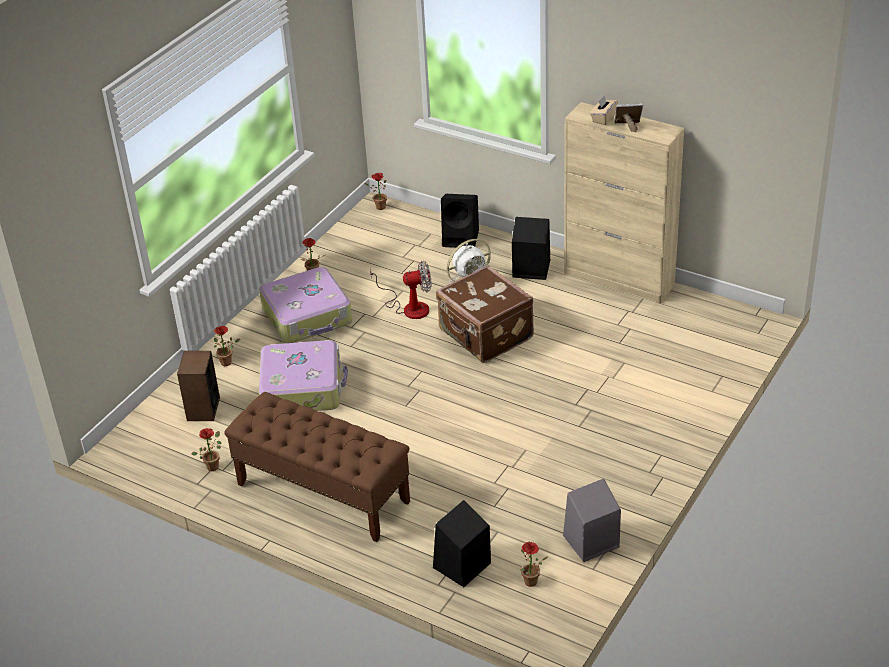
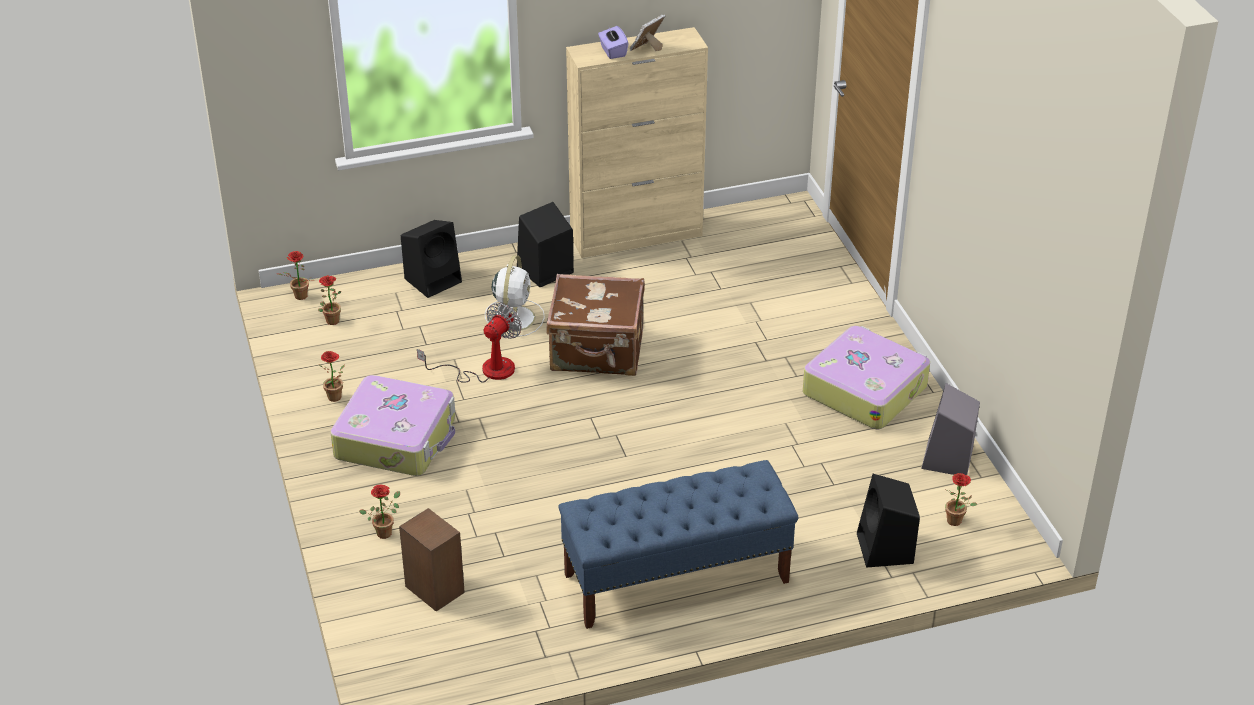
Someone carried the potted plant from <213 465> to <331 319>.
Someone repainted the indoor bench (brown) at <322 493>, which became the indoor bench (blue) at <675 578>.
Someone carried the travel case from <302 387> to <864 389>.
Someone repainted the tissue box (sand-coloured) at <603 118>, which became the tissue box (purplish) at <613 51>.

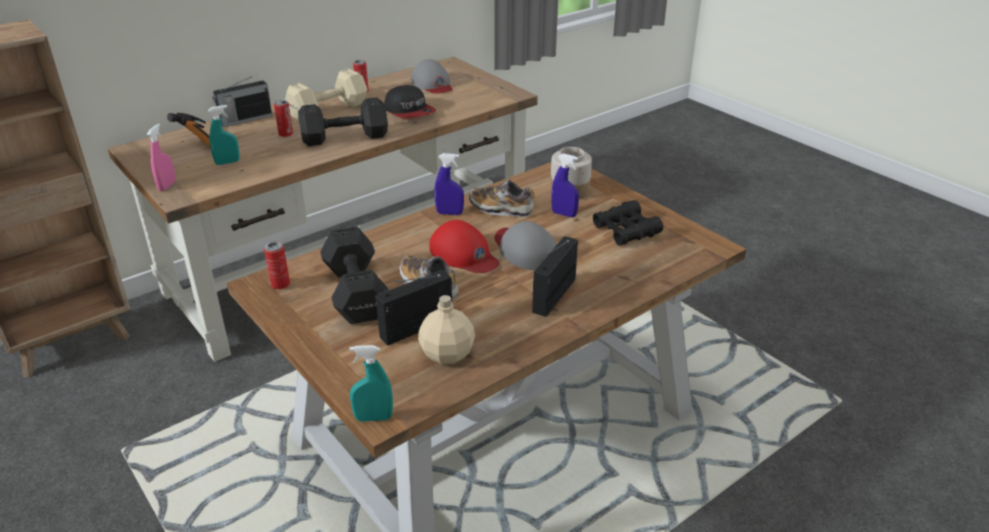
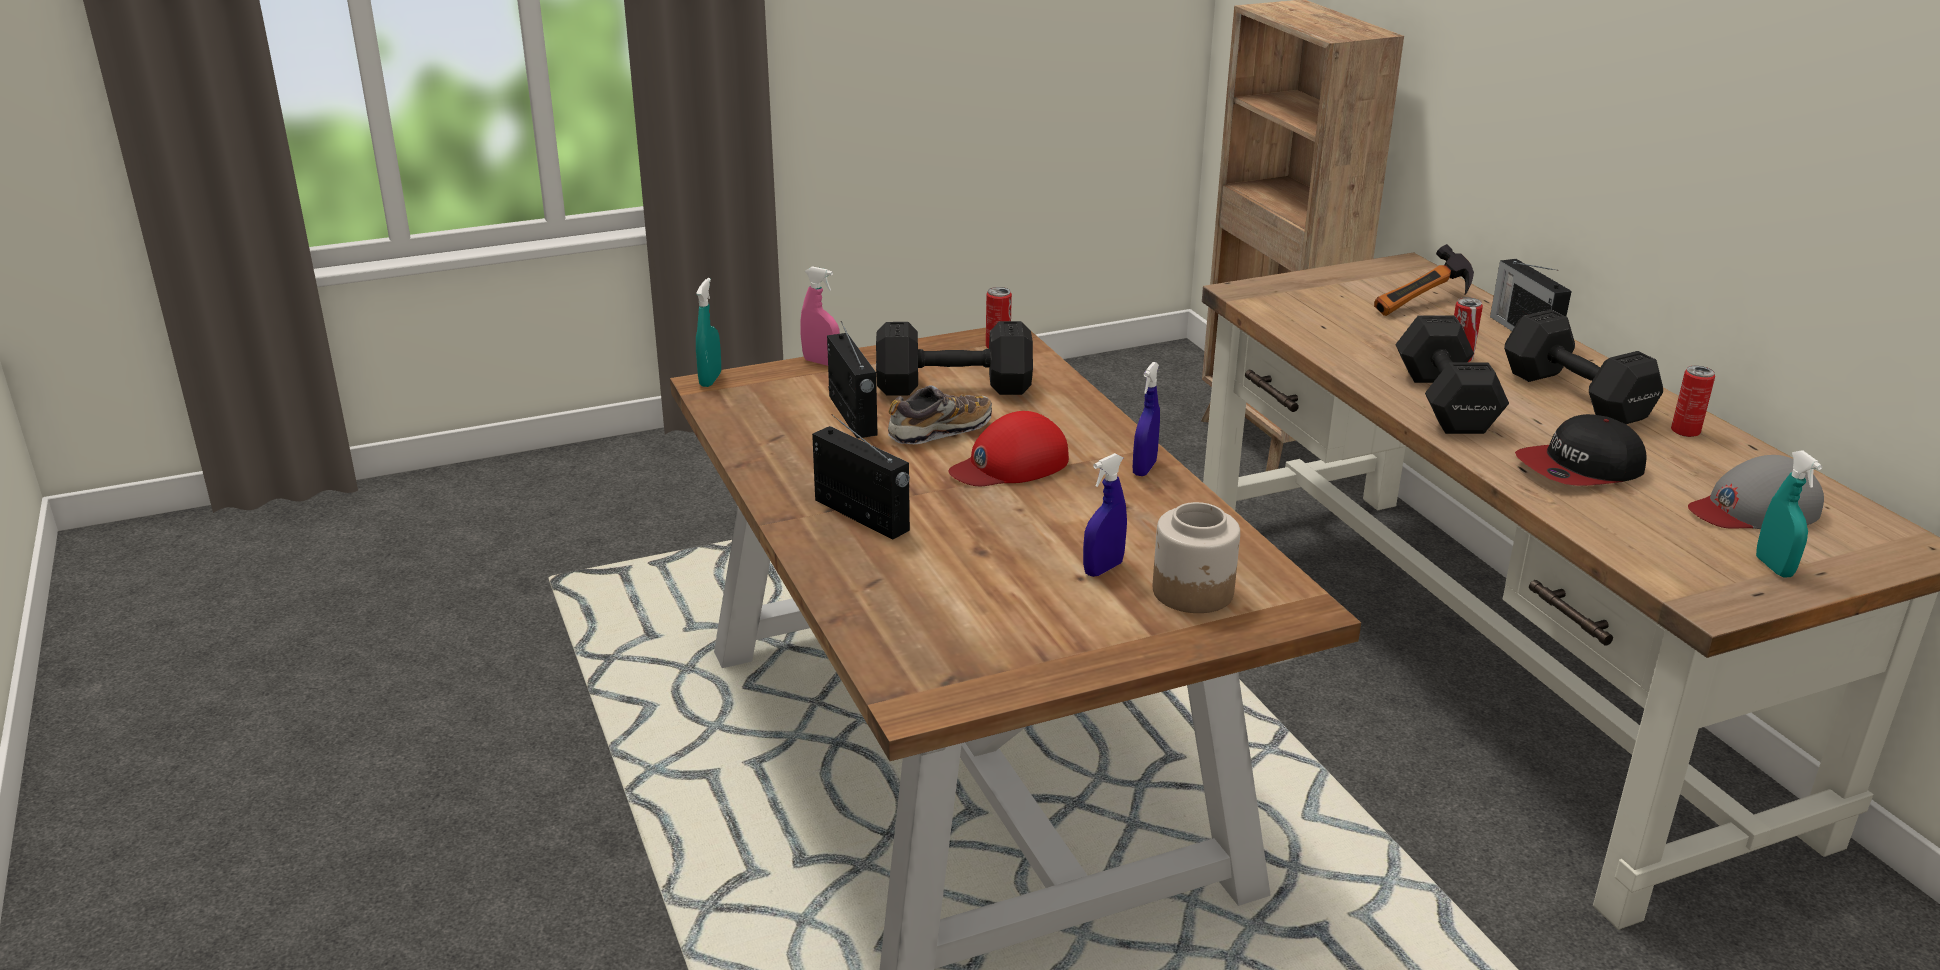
Someone carried the sprayer (pinkish) from <167 186> to <821 362>.
Someone carried the sprayer (blue-green) from <227 162> to <1774 567>.
Someone repainted the free weight (sand-coloured) at <326 110>, which became the free weight (black-coloured) at <1573 394>.
Someone took away the drink bottle (sand-coloured) at <447 353>.
Someone took away the item of footwear at <501 209>.
Someone took away the cap (grey) at <524 250>.
Someone took away the binoculars (black-coloured) at <626 230>.

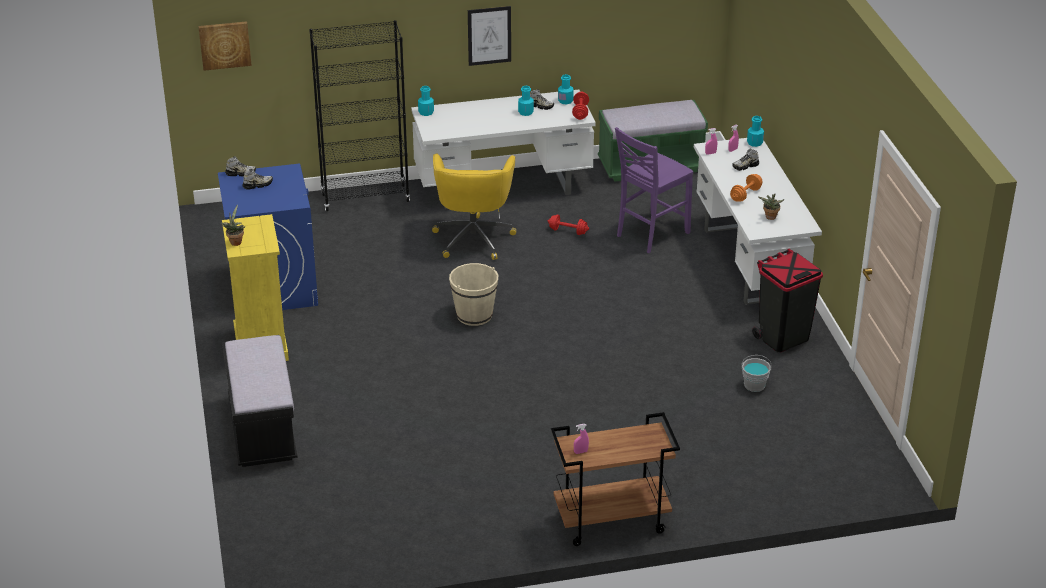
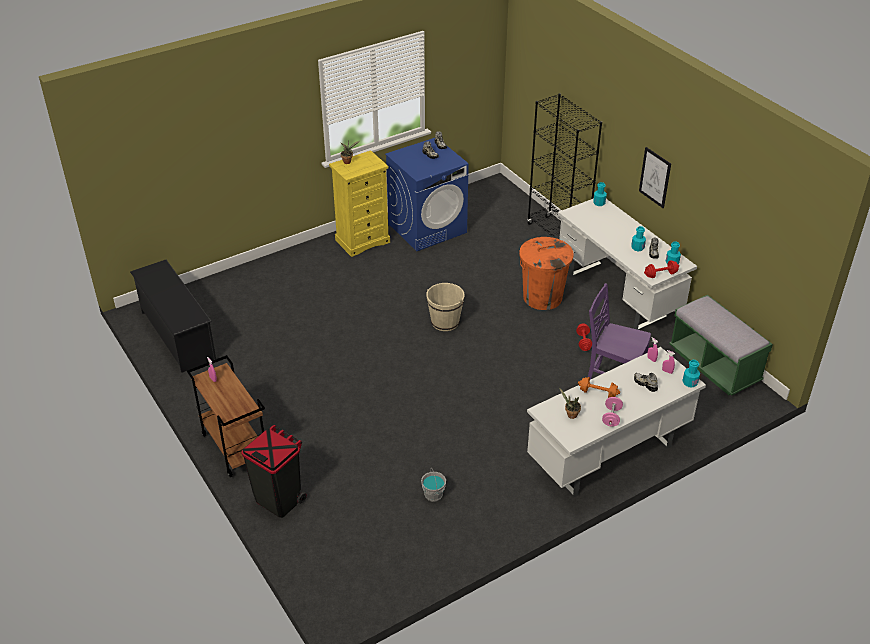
Someone took away the wall picture at <225 45>.
Someone took away the indoor bench (black-coloured) at <262 430>.
Someone swapped the office chair (yellow) at <473 237> for the rubbish bin (orangey) at <542 297>.
Someone carried the rubbish bin (black-coloured) from <782 337> to <279 499>.
Someone put down the shoe shelf (black-coloured) at <177 335>.
Someone put down the free weight (pinkish) at <611 417>.

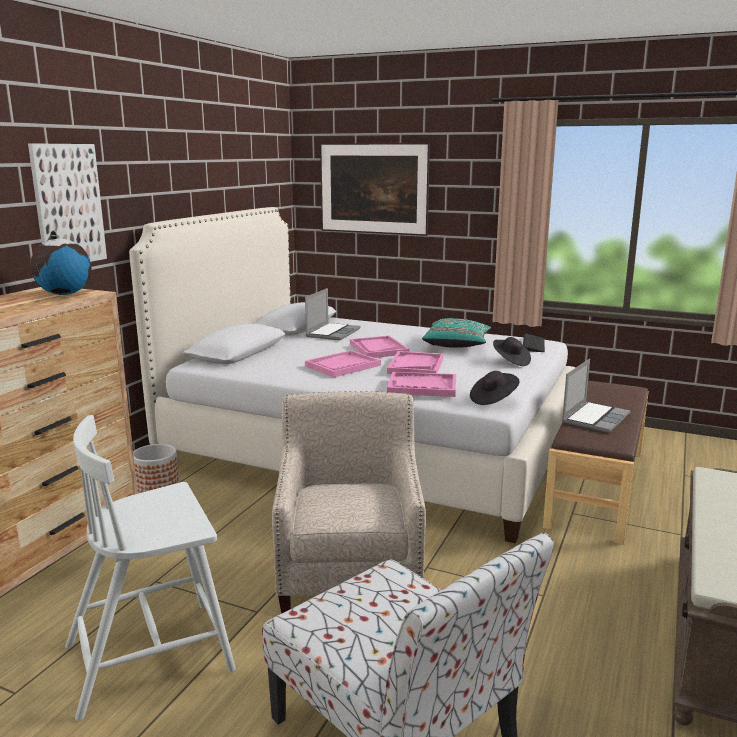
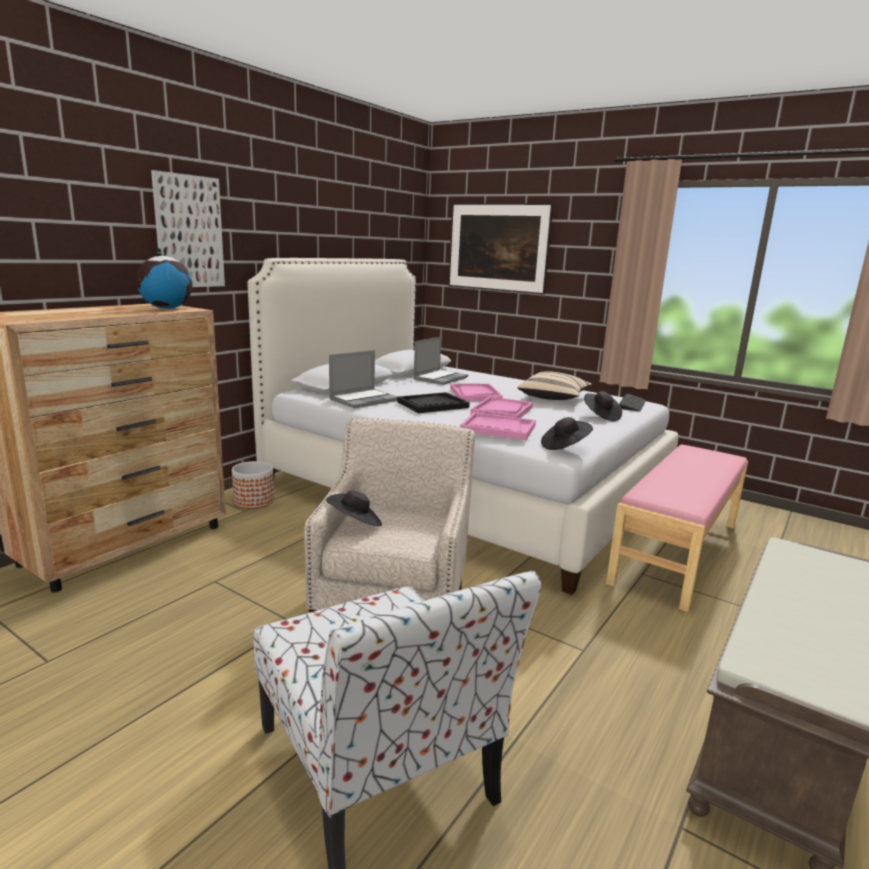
Someone took away the upright chair (whitish) at <152 656>.
Someone repainted the serving tray (pinkish) at <342 366>, which became the serving tray (black-coloured) at <432 405>.
Someone repainted the cushion (blue-green) at <457 345>, which became the cushion (sand-coloured) at <554 398>.
Someone repainted the indoor bench (brown) at <595 487>, which became the indoor bench (pinkish) at <675 552>.
Someone carried the laptop from <595 418> to <364 400>.
Someone put down the clothing hat (black-coloured) at <355 523>.

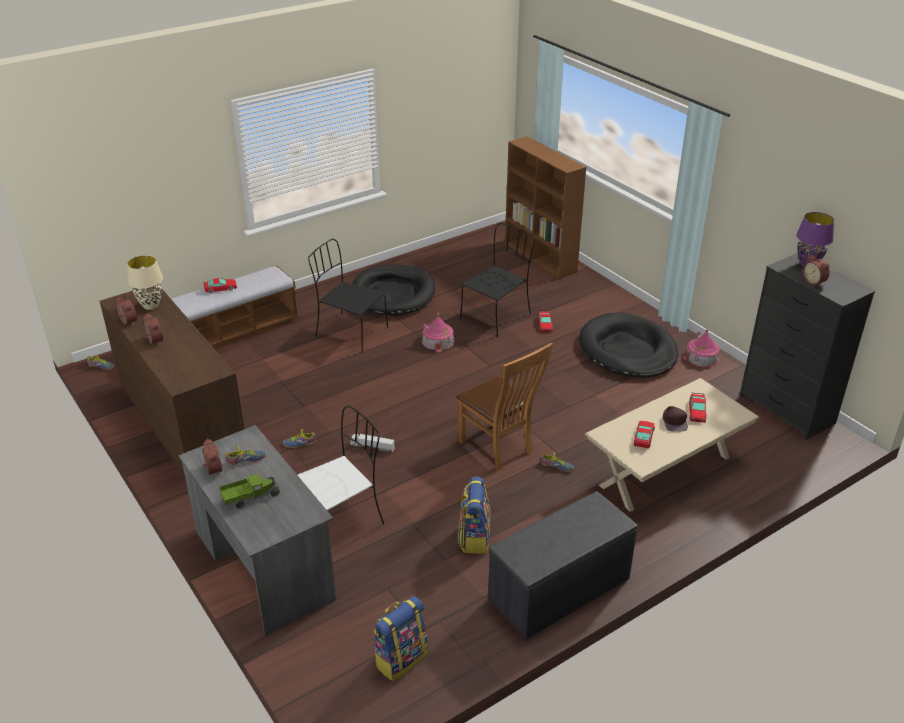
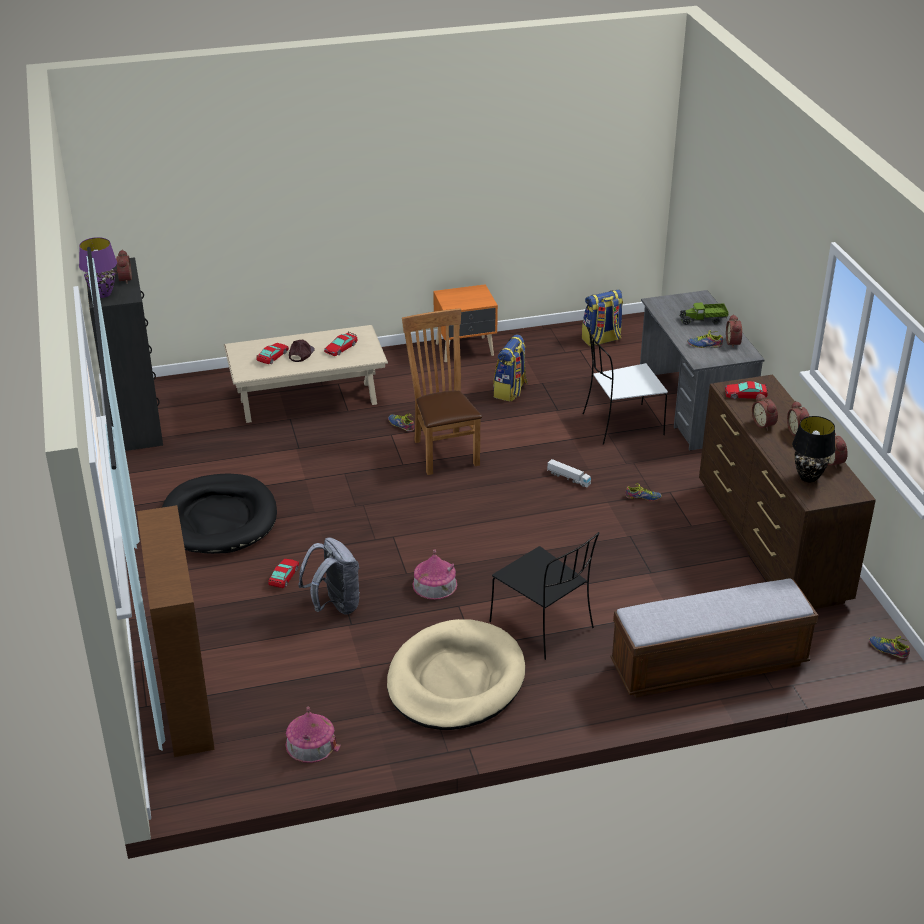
Someone repainted the lamp for a table (sand-coloured) at <151 306>, which became the lamp for a table (black-coloured) at <808 477>.
Someone carried the model car from <220 288> to <745 395>.
Someone repainted the dog bed (black-coloured) at <393 294>, which became the dog bed (sand-coloured) at <455 680>.
Someone swapped the upright chair (black-coloured) at <496 315> for the knapsack (grey) at <334 605>.
Someone swapped the indoor bench (grey) at <559 590> for the nightstand (orangey) at <465 350>.
Someone carried the model house from <702 357> to <311 743>.
Someone put down the alarm clock at <764 424>.

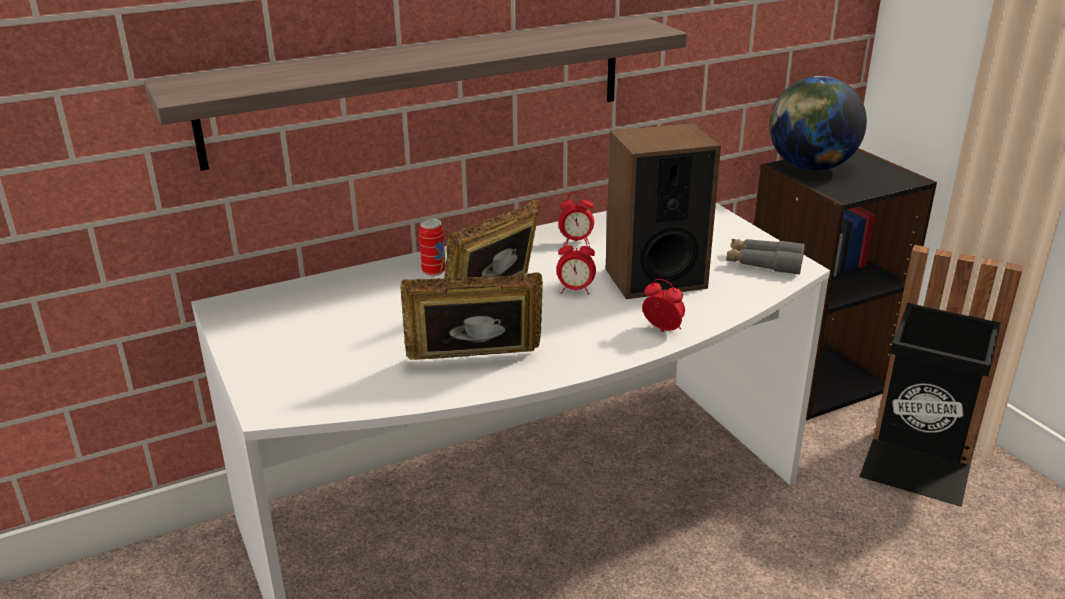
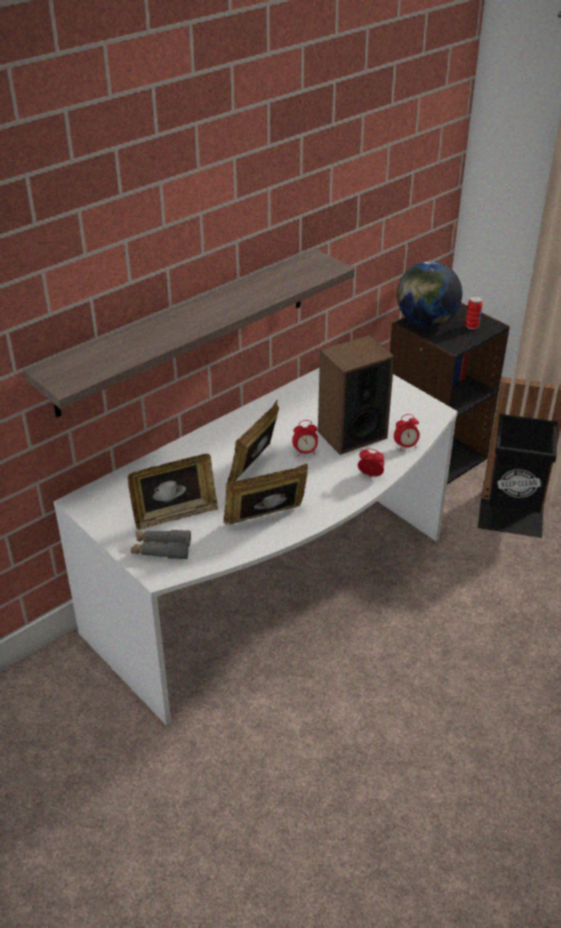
Someone carried the sealed can from <433 272> to <472 326>.
Someone carried the alarm clock from <576 241> to <406 446>.
Someone carried the binoculars (grey) from <764 263> to <161 549>.
Someone put down the photo frame at <175 515>.

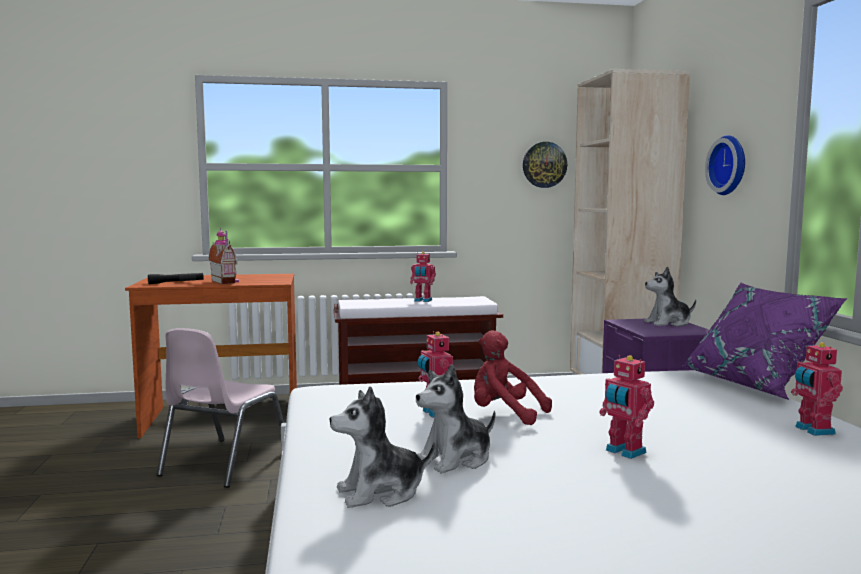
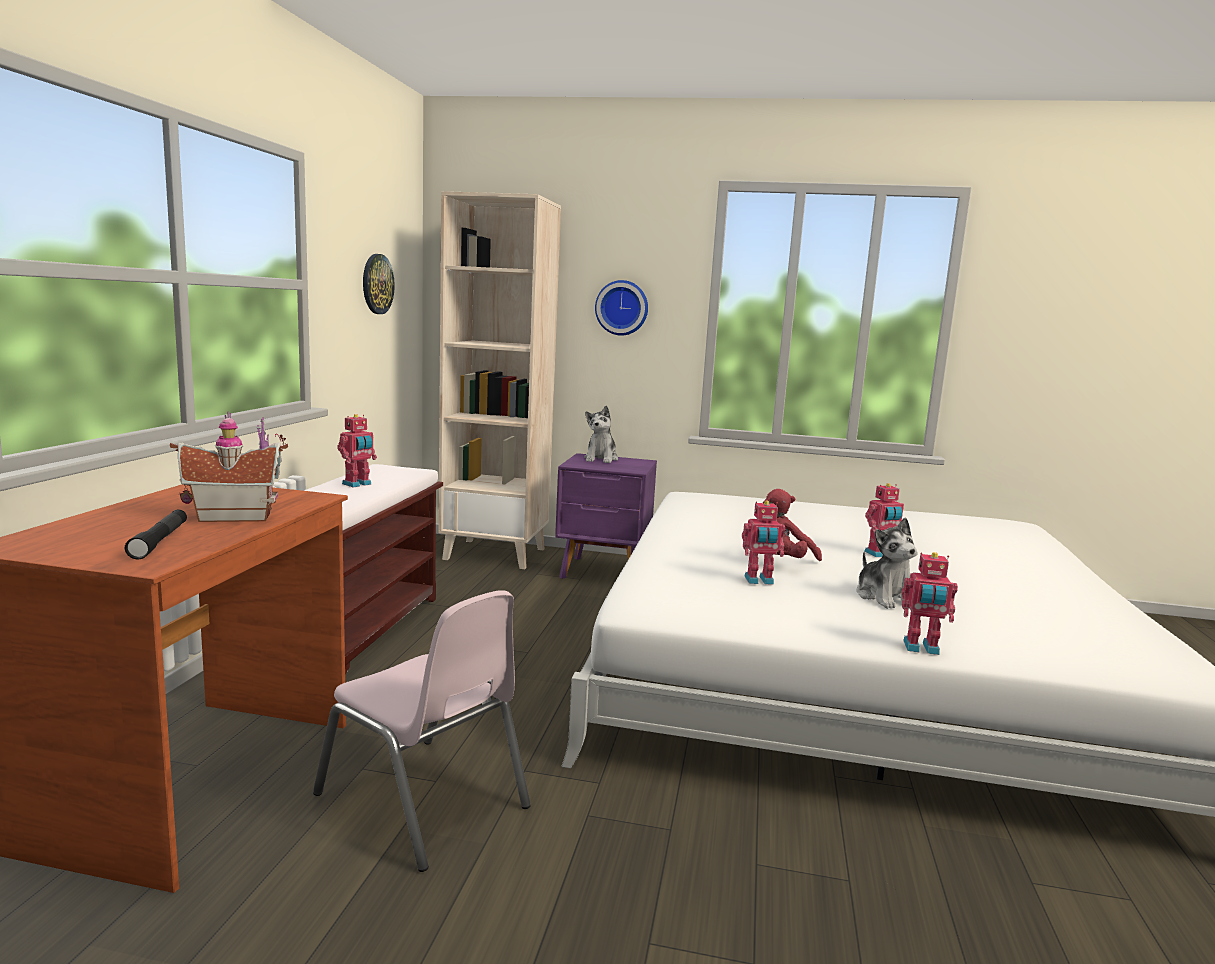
Someone took away the plush toy at <380 492>.
Someone took away the cushion (purplish) at <754 385>.
Someone carried the model robot from <812 430> to <921 648>.

